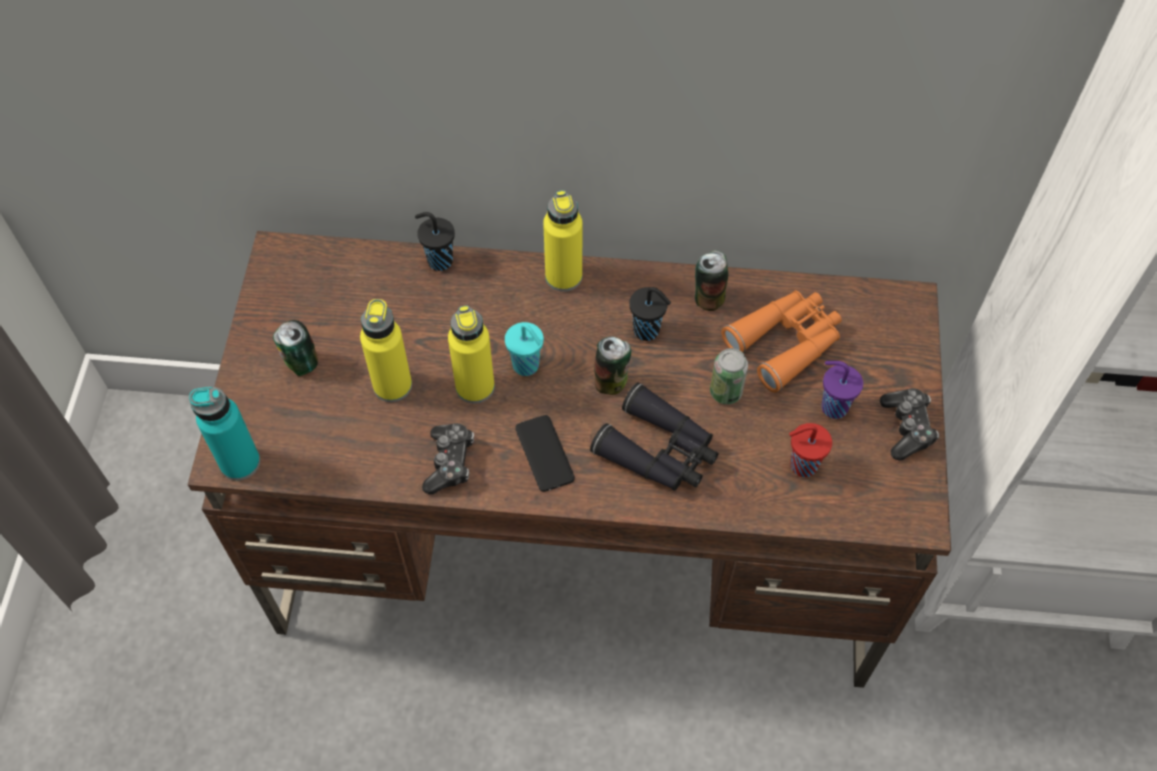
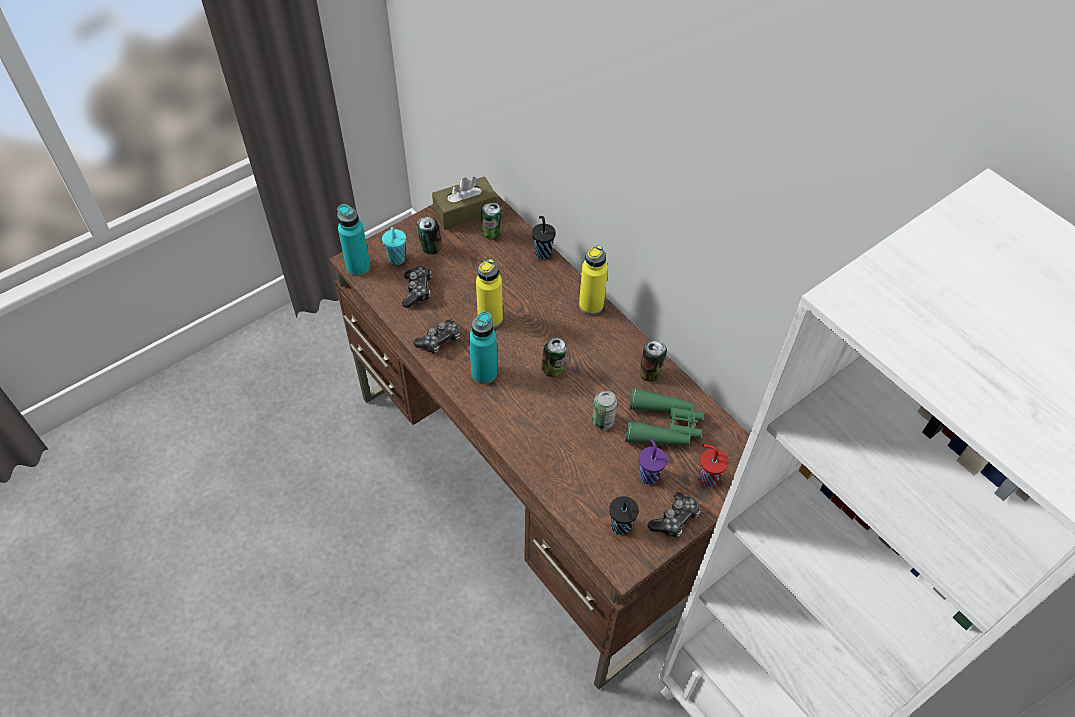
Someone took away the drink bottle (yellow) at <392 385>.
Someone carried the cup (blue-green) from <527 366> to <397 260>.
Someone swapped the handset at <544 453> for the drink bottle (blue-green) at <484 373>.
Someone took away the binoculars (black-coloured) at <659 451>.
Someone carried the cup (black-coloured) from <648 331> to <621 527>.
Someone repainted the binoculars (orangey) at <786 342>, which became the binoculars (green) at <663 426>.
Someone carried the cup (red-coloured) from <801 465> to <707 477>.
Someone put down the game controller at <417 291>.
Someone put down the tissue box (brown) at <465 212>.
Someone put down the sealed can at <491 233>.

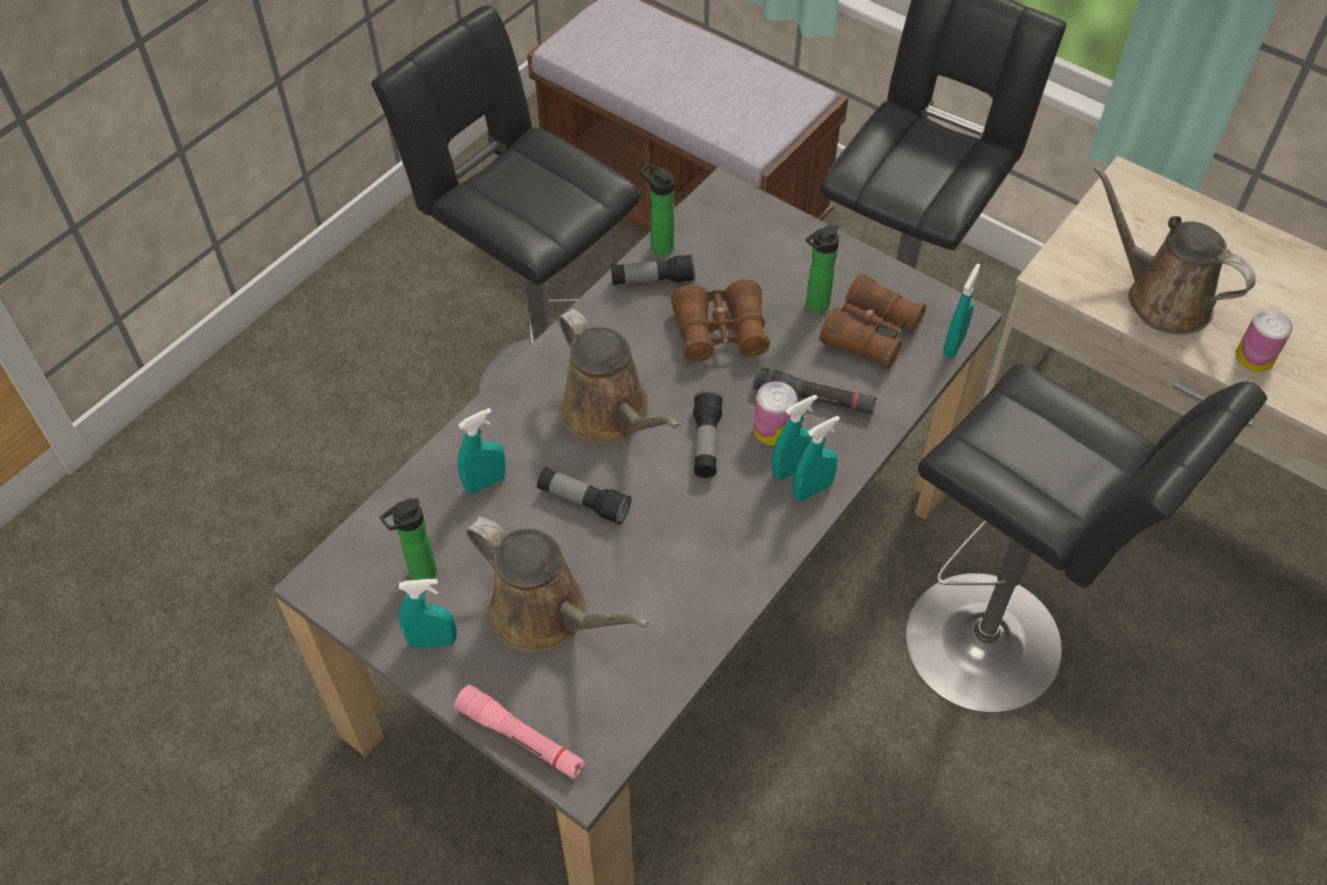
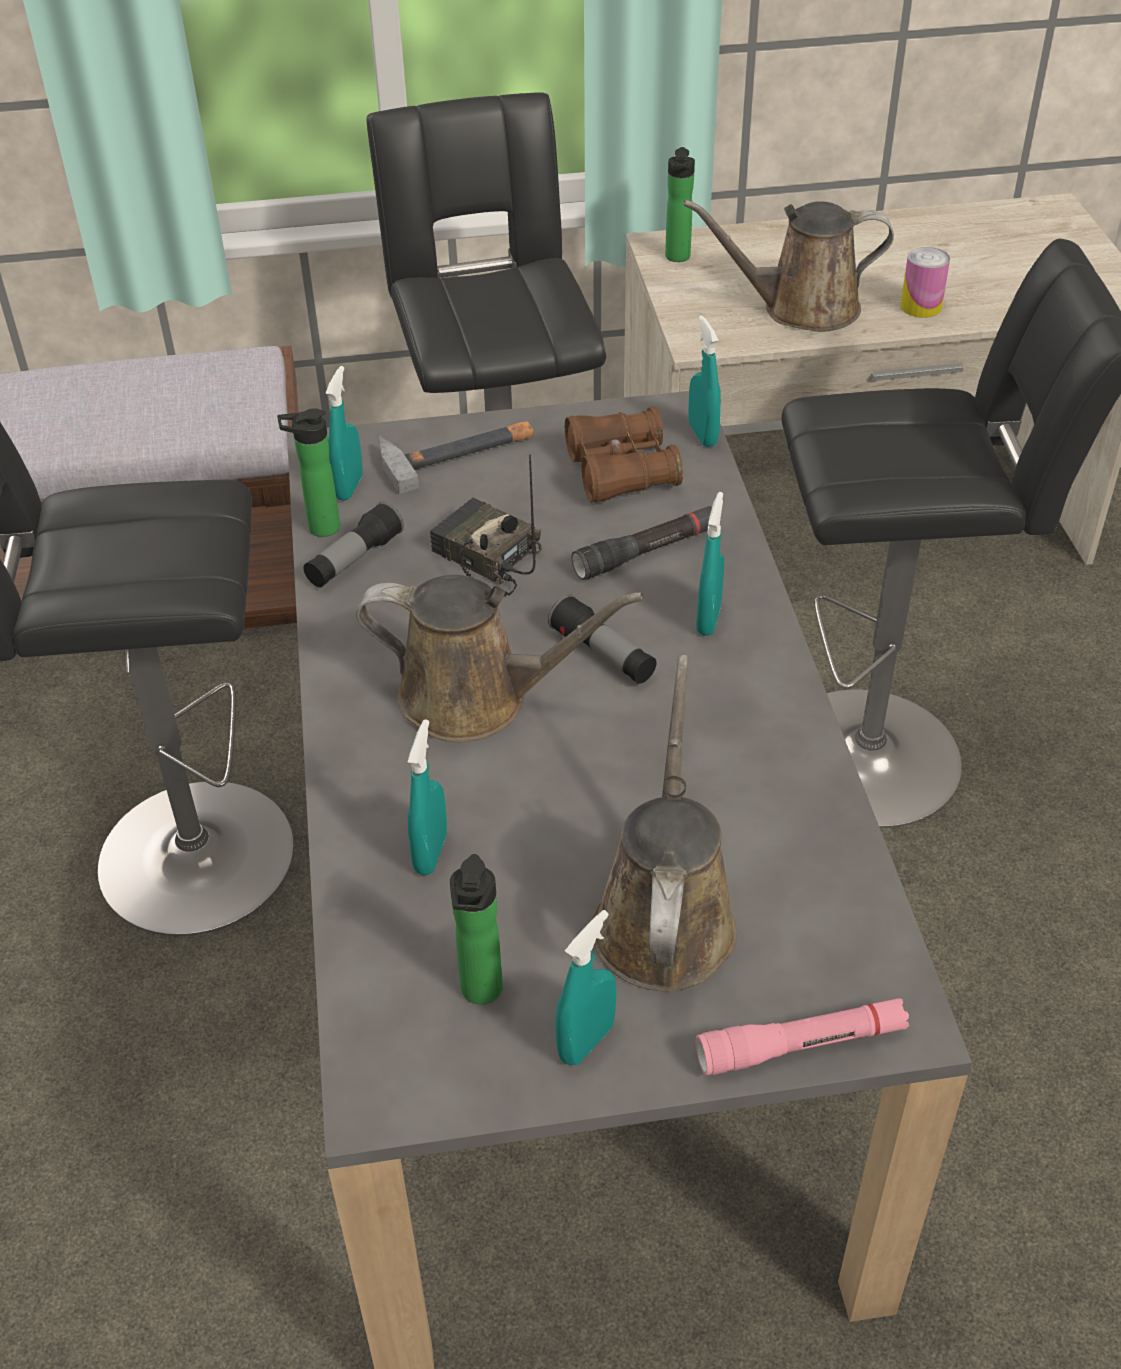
Someone rotated the watering pot (brown) at <546 614> by 75 degrees counterclockwise.
Someone took away the hand torch at <583 502>.
Someone swapped the binoculars (brown) at <720 332> for the radio at <485 558>.
Someone took away the sealed can at <773 429>.
Someone carried the sprayer (blue-green) from <812 490> to <349 487>.
Someone carried the drink bottle from <814 306> to <677 258>.
Someone put down the hand hammer at <457 453>.

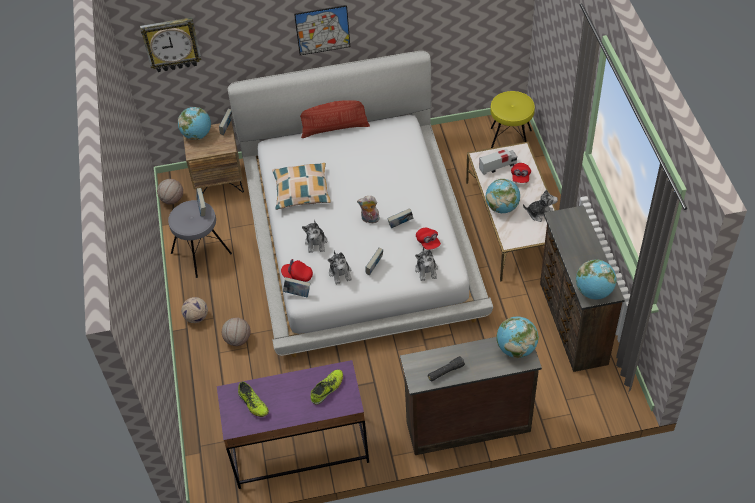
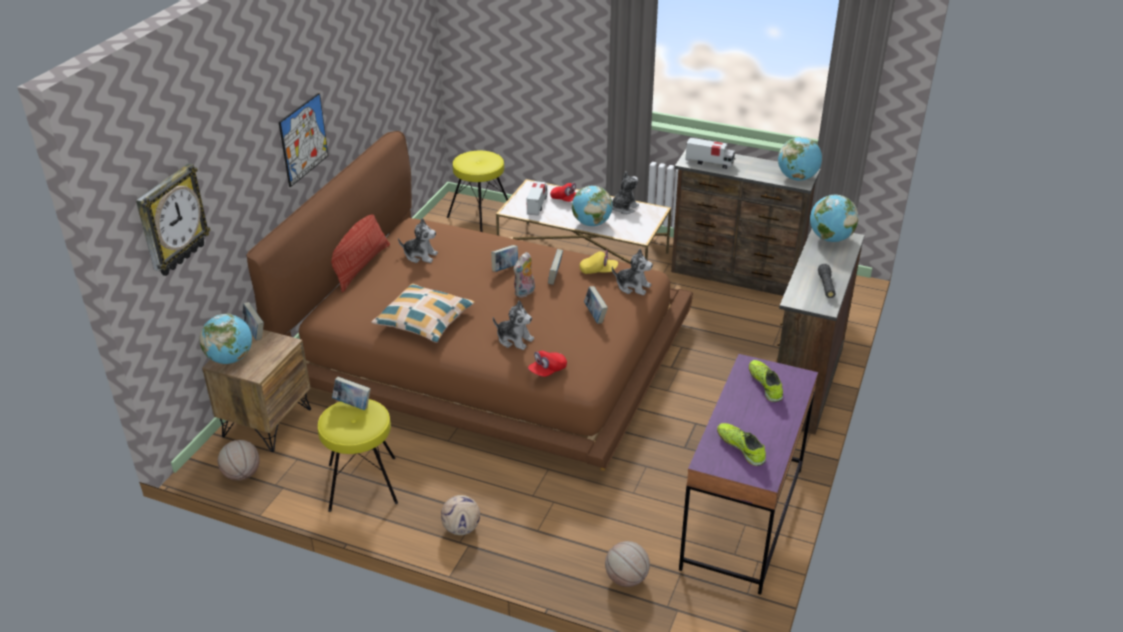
Someone repainted the stool (grey) at <201 253>, which became the stool (yellow) at <363 484>.
Someone carried the basketball ball from <237 340> to <626 579>.
Someone repainted the sleeping bed (whitish) at <359 237>, which became the sleeping bed (brown) at <486 353>.
Someone rotated the item of footwear at <253 403> by 120 degrees counterclockwise.
Someone carried the book from <297 293> to <505 268>.
Someone carried the plush toy from <340 273> to <420 256>.
Someone repainted the cap (red-coloured) at <428 242>, which became the cap (yellow) at <598 271>.
Someone put down the toy truck at <709 163>.

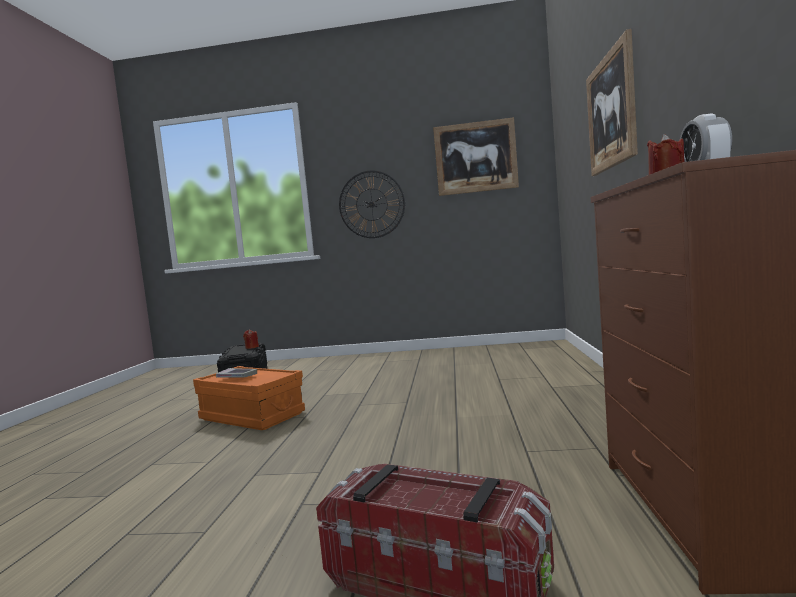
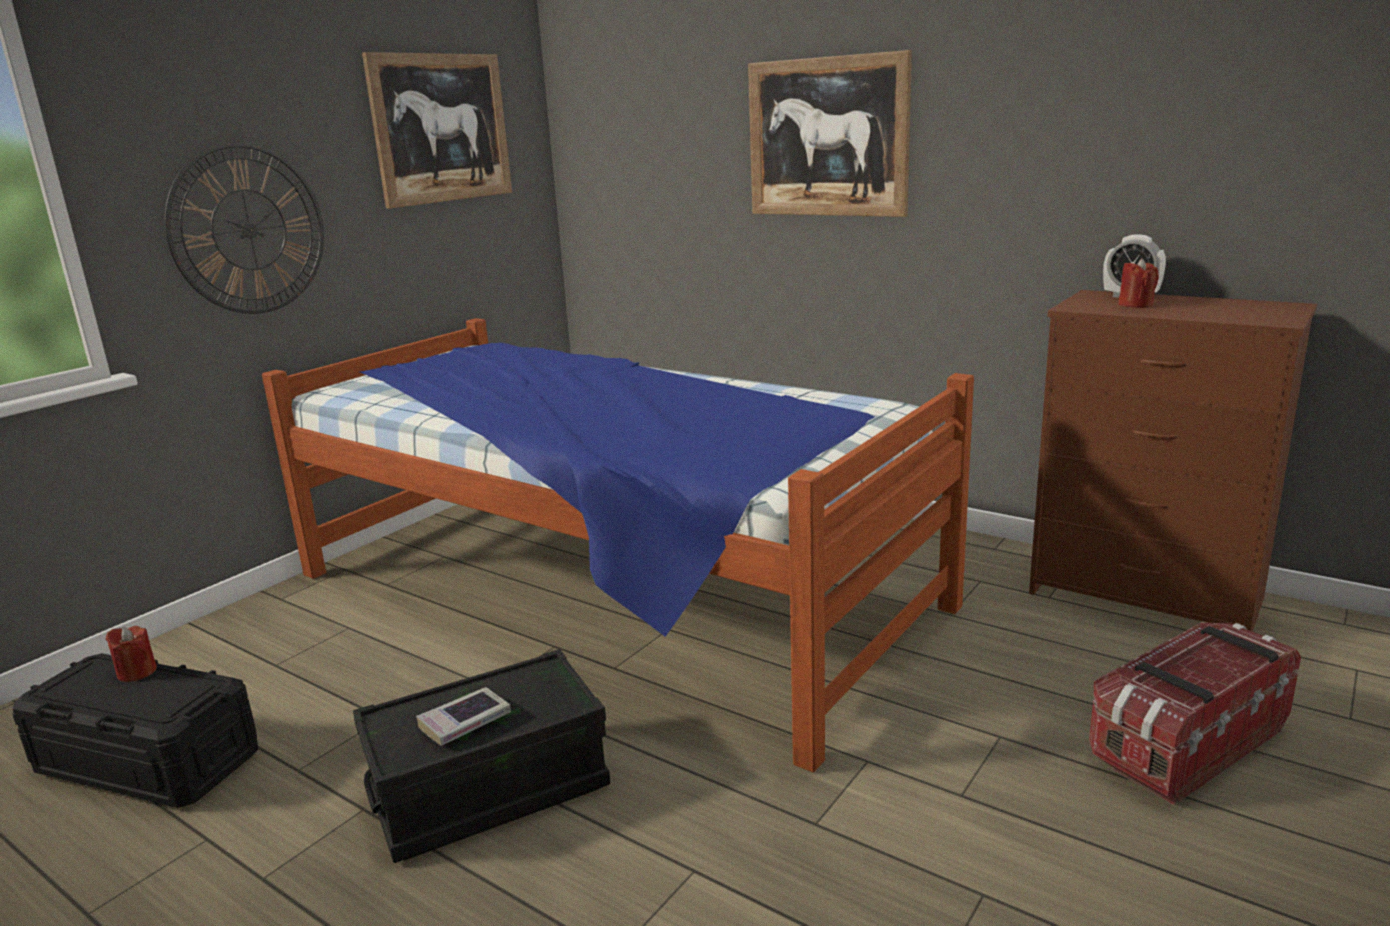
Someone repainted the storage box (orangey) at <252 416>, which became the storage box (black-coloured) at <489 789>.
Someone put down the sleeping bed at <608 592>.

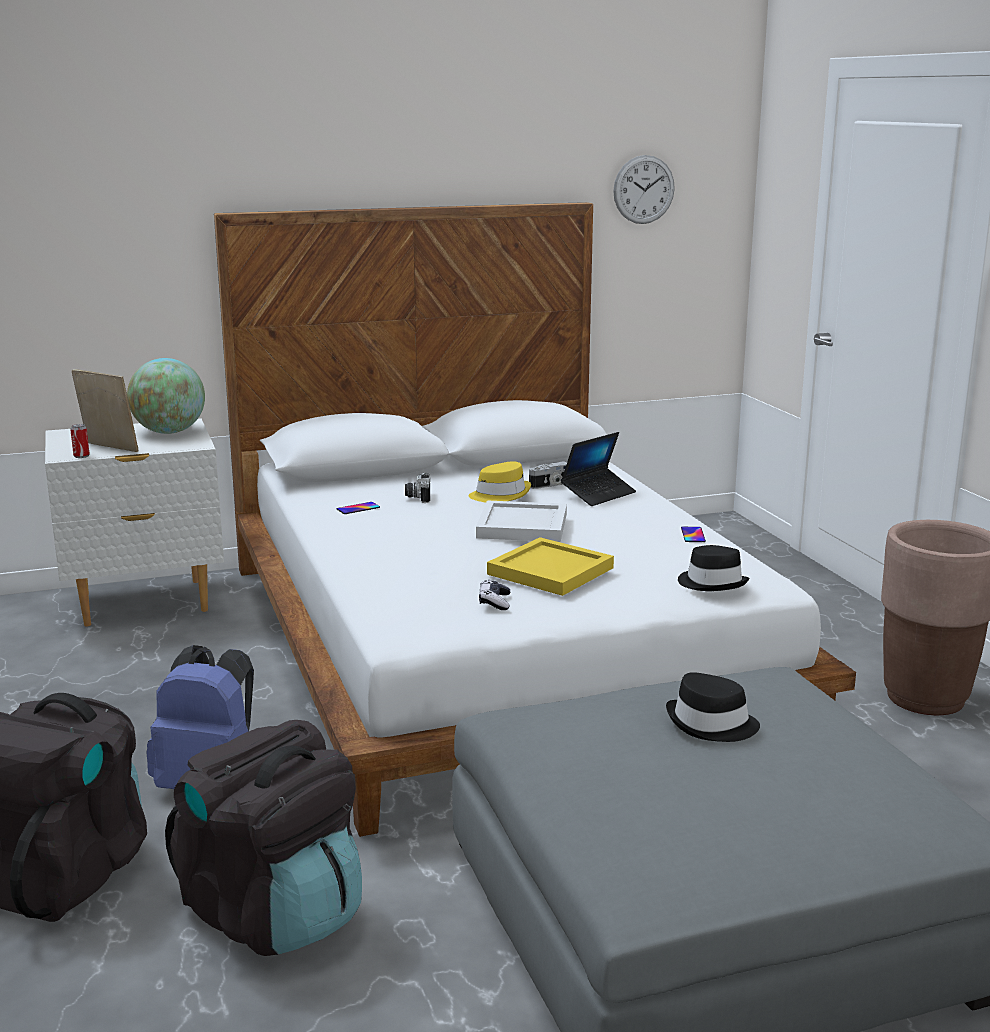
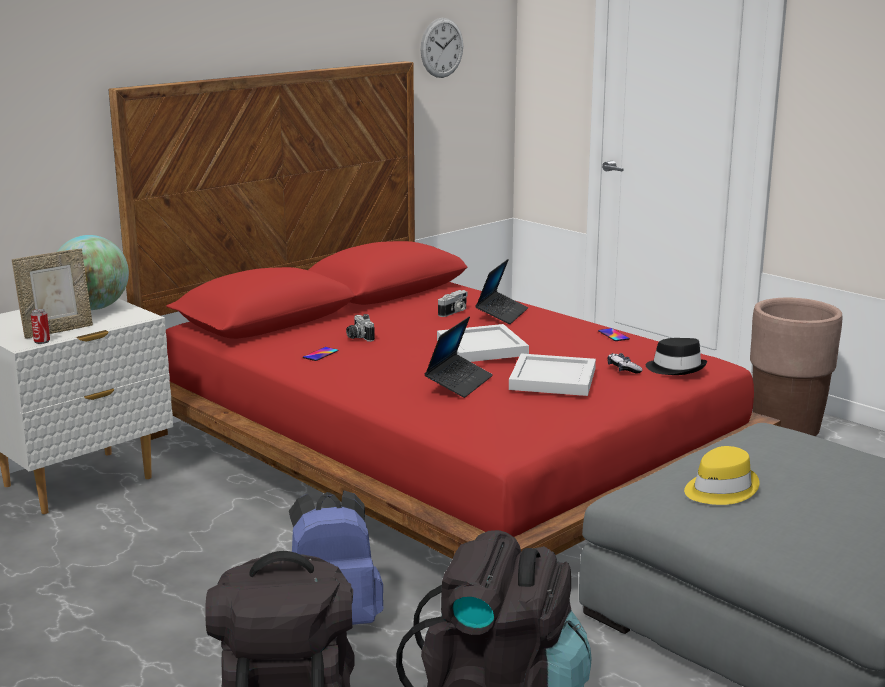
Someone rotated the photo frame at <109 448> by 135 degrees clockwise.
Someone repainted the sleeping bed (whitish) at <496 646>, which became the sleeping bed (red-coloured) at <443 459>.
Someone carried the clothing hat (yellow) from <500 495> to <719 489>.
Someone carried the game controller from <494 602> to <623 369>.
Someone repainted the serving tray (yellow) at <552 571>, which became the serving tray (whitish) at <554 378>.
Someone took away the clothing hat (black-coloured) at <711 725>.
Someone put down the laptop at <459 383>.

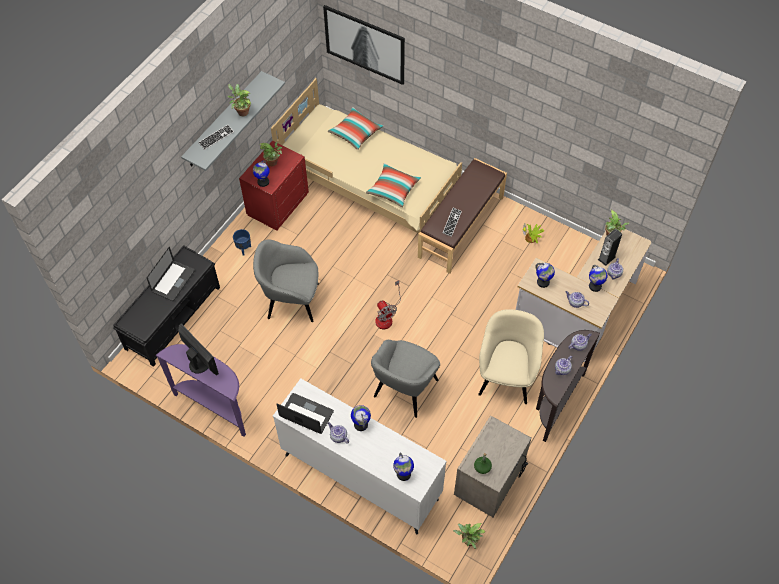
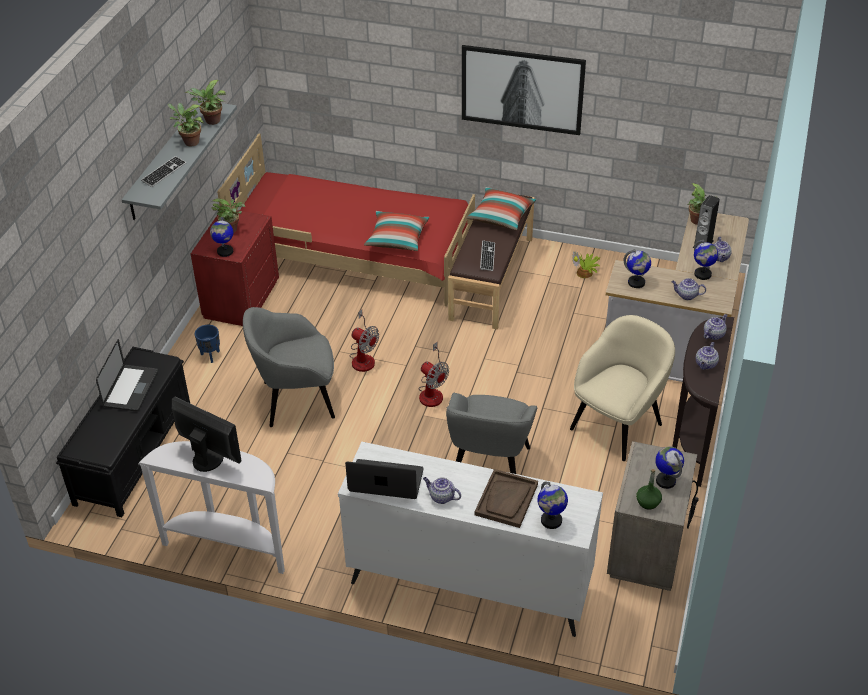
Someone repainted the hall table (purplish) at <215 406>, which became the hall table (whitish) at <228 546>.
Someone repainted the sleeping bed (sand-coloured) at <369 181>, which became the sleeping bed (red-coloured) at <354 253>.
Someone carried the wall picture from <365 44> to <522 89>.
Someone carried the cushion from <355 133> to <501 216>.
Someone carried the desk globe from <361 424> to <666 481>.
Someone carried the potted plant from <468 541> to <211 121>.
Someone rotated the armchair (sand-coloured) at <506 376> by 45 degrees clockwise.
Someone put down the electric fan at <363 357>.
Someone put down the serving tray (brown) at <506 500>.

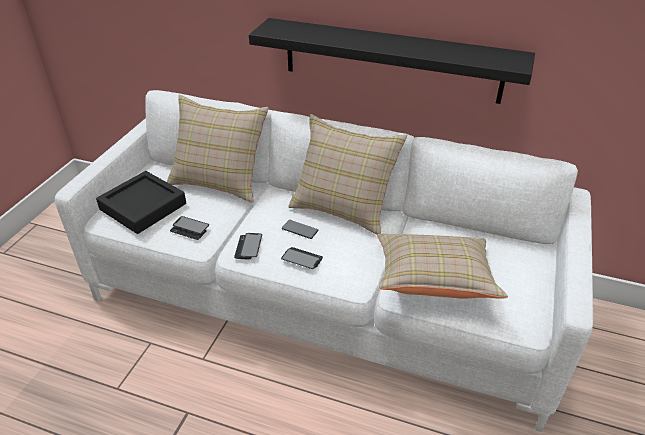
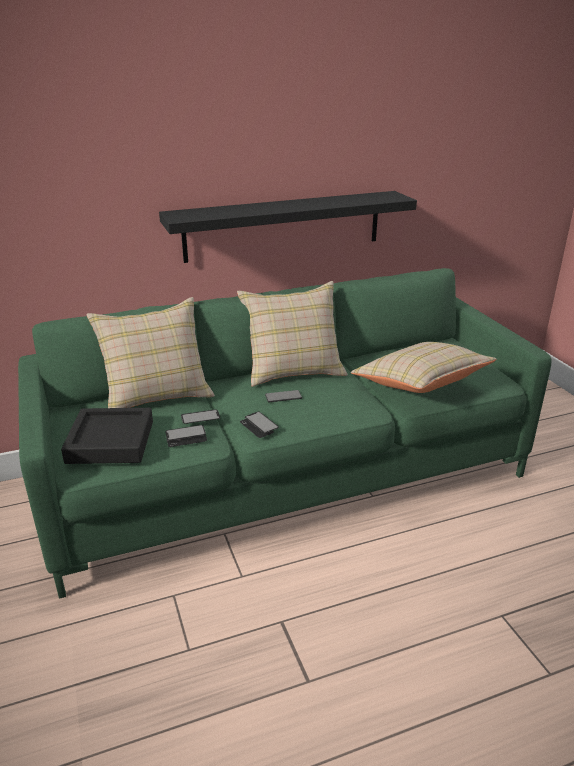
Someone repainted the settee (whitish) at <322 298>, which became the settee (green) at <287 478>.
Someone carried the handset from <302 259> to <200 418>.

